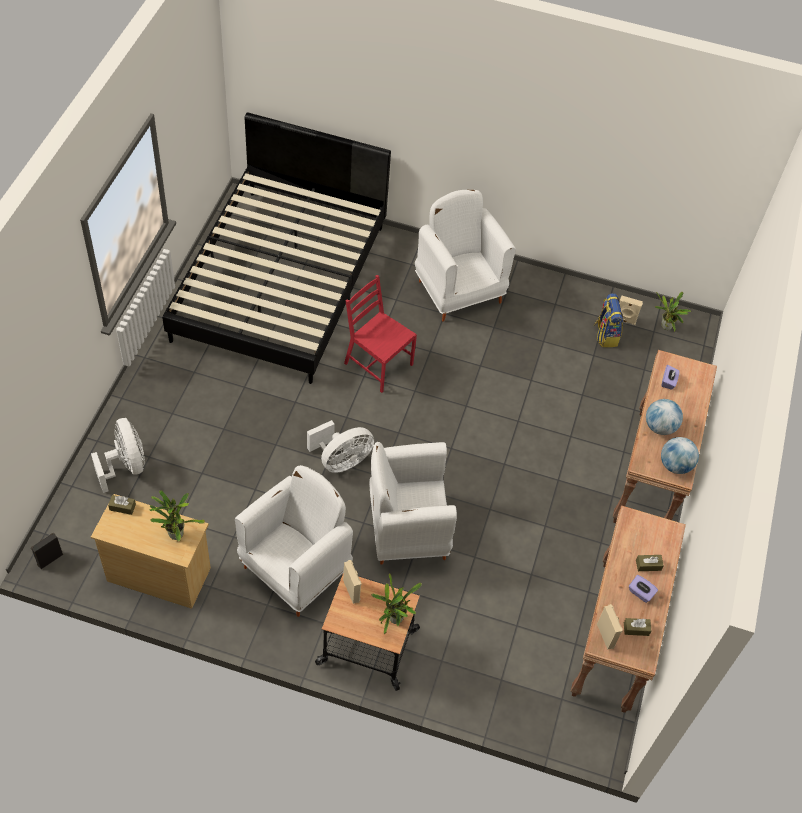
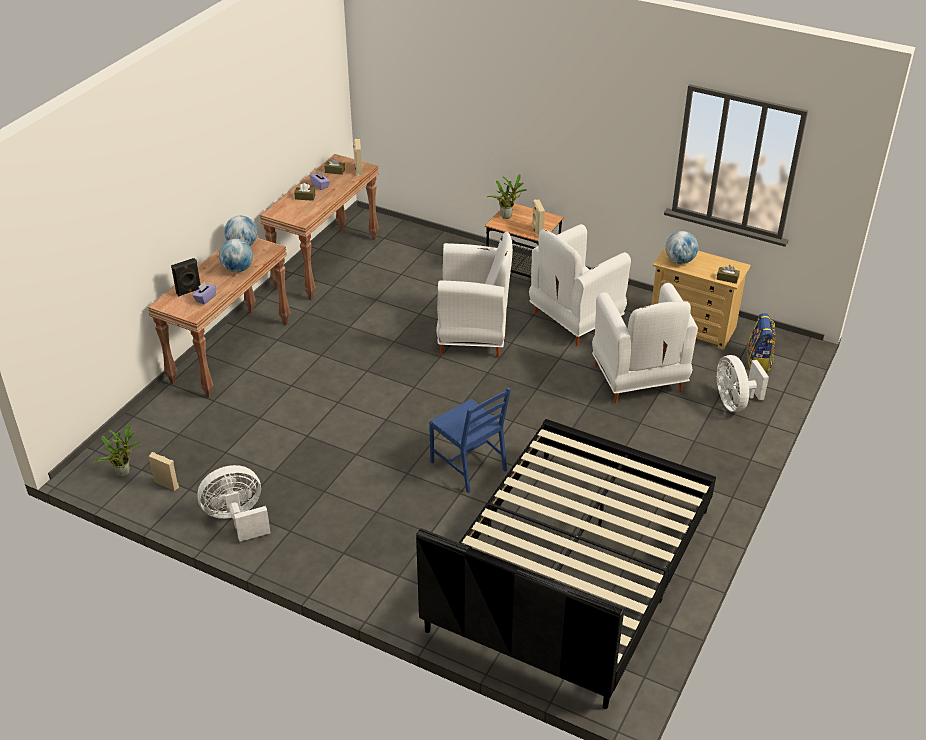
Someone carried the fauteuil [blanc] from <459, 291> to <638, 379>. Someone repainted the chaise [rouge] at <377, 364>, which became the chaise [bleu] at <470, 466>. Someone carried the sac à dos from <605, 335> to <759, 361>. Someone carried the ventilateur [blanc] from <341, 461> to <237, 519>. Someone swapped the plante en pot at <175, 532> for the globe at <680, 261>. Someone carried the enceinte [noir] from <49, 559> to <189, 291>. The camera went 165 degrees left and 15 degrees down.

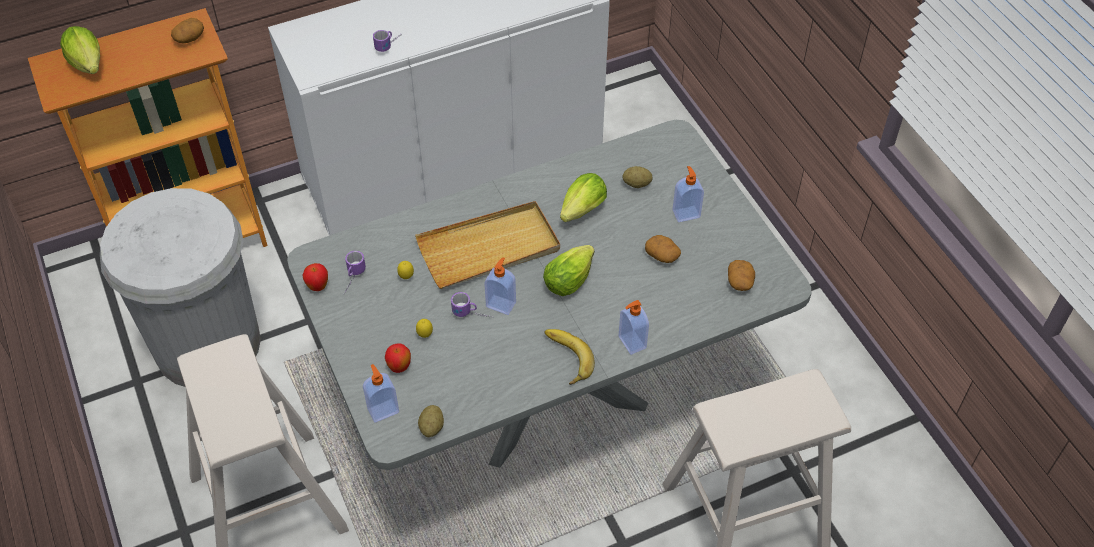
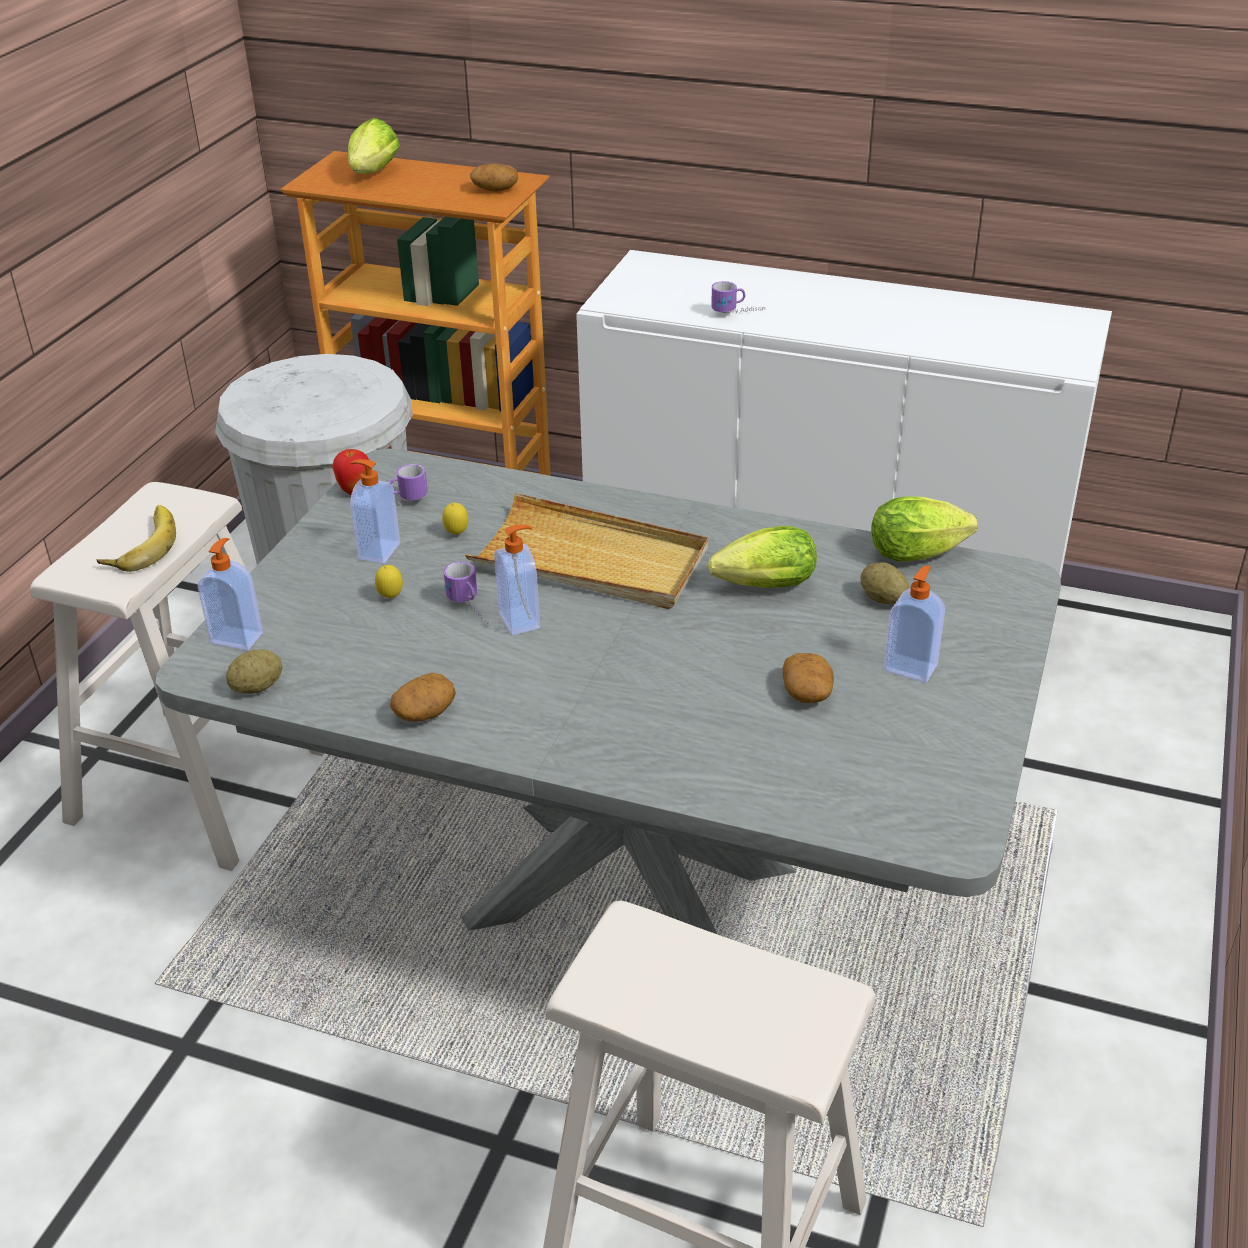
Someone carried the laitue from <571, 279> to <921, 554>. Someone carried the pomme de terre from <740, 282> to <424, 713>. Someone carried the distributeur de savon from <631, 343> to <378, 551>. Someone carried the banane from <565, 358> to <140, 545>. Someone took away the pomme at <399, 367>. The camera went 45 degrees right and 15 degrees down.

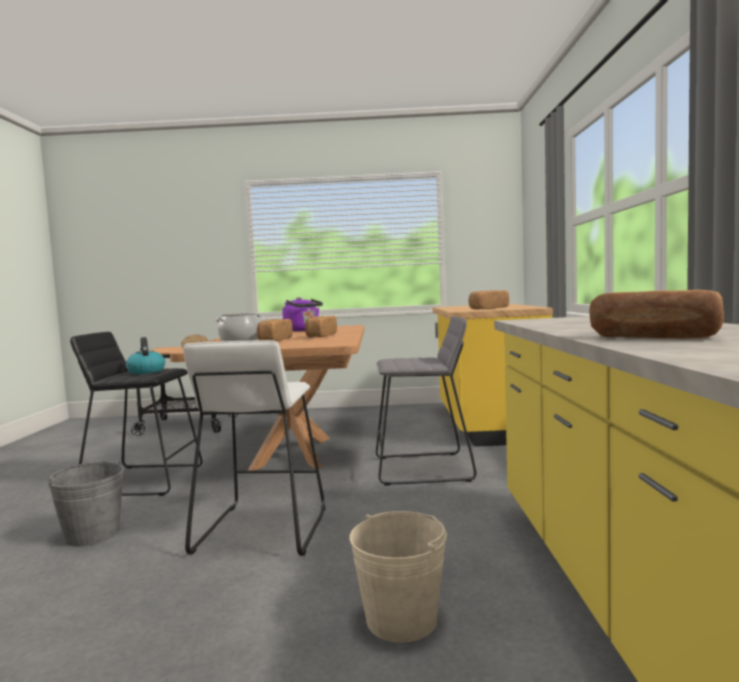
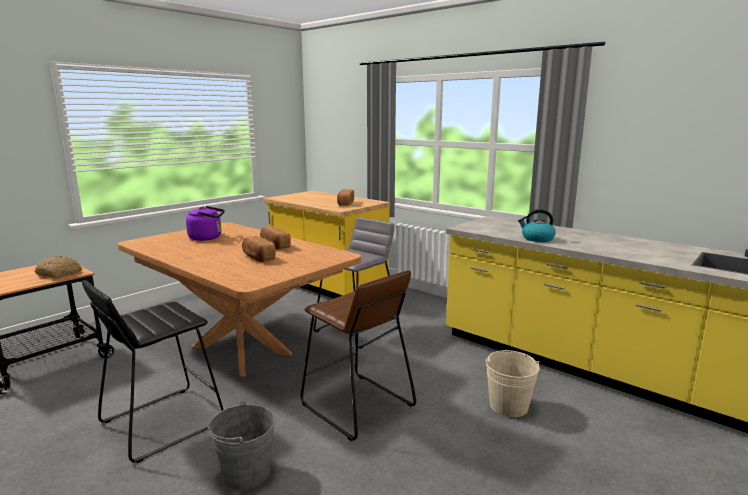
Someone took away the pain at <653, 337>. Someone took away the marmite at <240, 340>. Someone carried the bouilloire from <146, 371> to <537, 239>. Someone repainted the tabouret [blanc] at <261, 529>, which became the tabouret [marron] at <356, 405>. The camera went 50 degrees left and 10 degrees up.

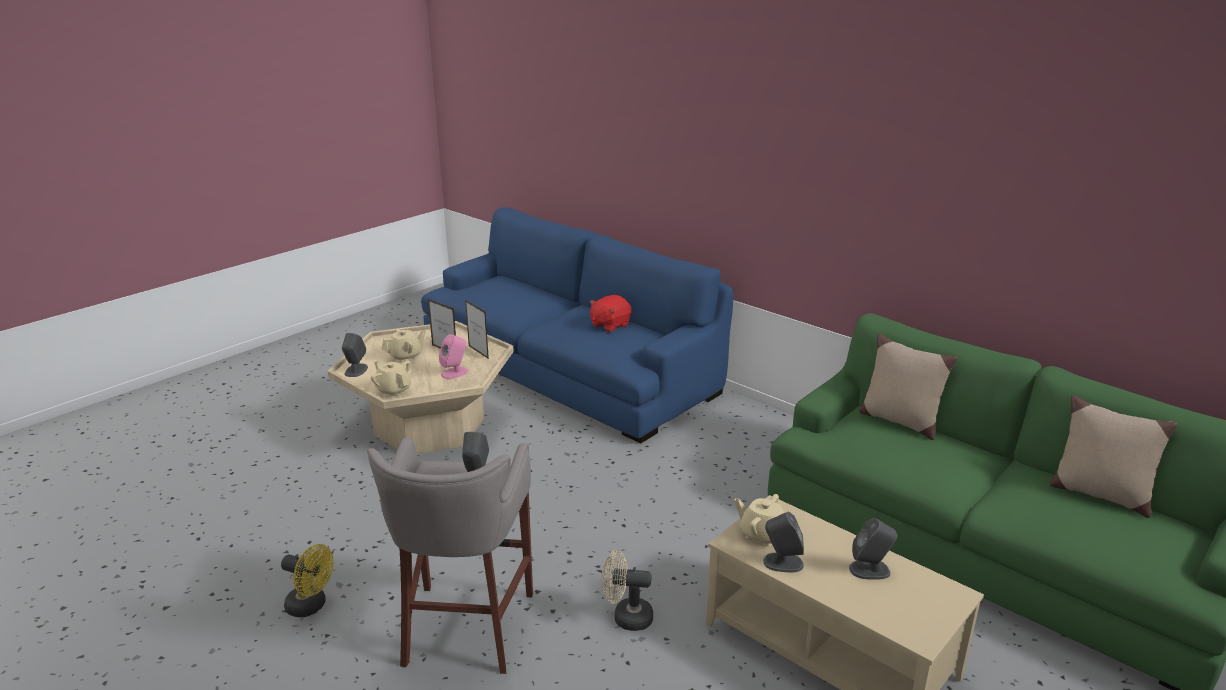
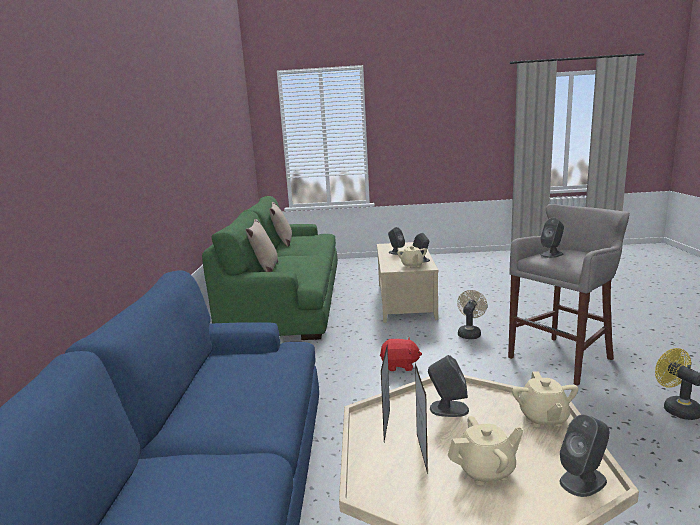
Someone carried the peluche [rouge] from <609, 325> to <400, 365>. Someone rotated the théière [beige] at <406, 356> by 150 degrees clockwise. Someone repainted the enceinte [rose] at <455, 373>, which became the enceinte [gris] at <448, 409>. Someone rotated the ventilateur [beige] at <626, 617> by 120 degrees counterclockwise. The camera went 130 degrees left and 10 degrees down.

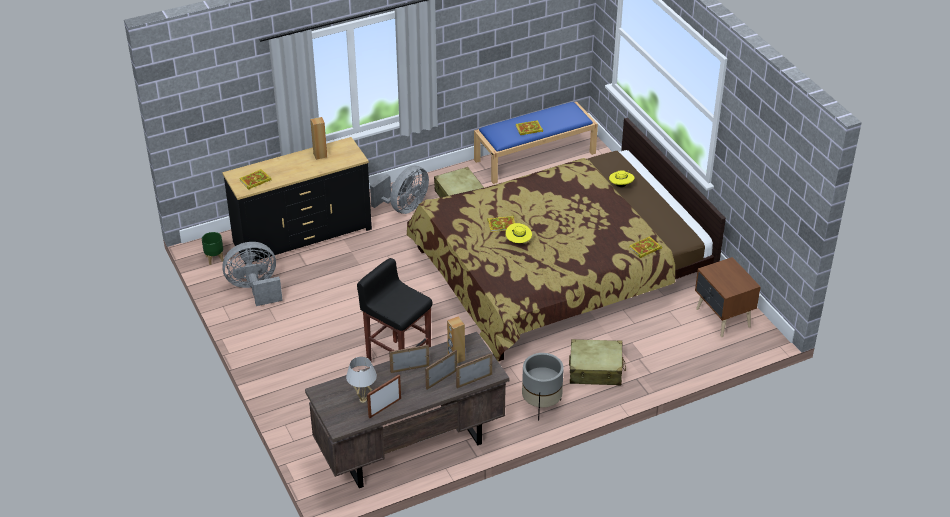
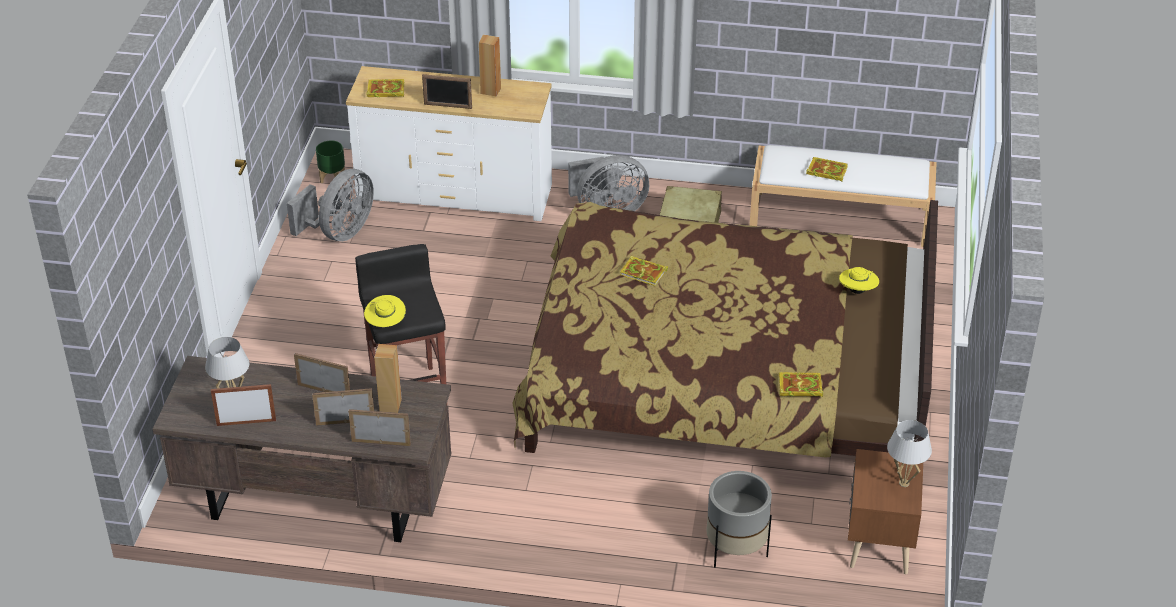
Someone repainted the banc [bleu] at <535, 156>, which became the banc [blanc] at <841, 217>. Someone repainted the commode [noir] at <302, 235>, which became the commode [blanc] at <455, 194>. Someone carried the chapeau [jaune] from <518, 241> to <385, 324>. Someone rotated the ventilateur [gris] at <255, 289> by 105 degrees clockwise. Someone took away the valise [beige] at <596, 370>. Someone carried the cache-pot [gris] from <541, 405> to <735, 550>. Someone put down the cadre photo at <448, 106>. Someone put down the lampe de table [blanc] at <904, 483>. The camera went 35 degrees right and 0 degrees up.

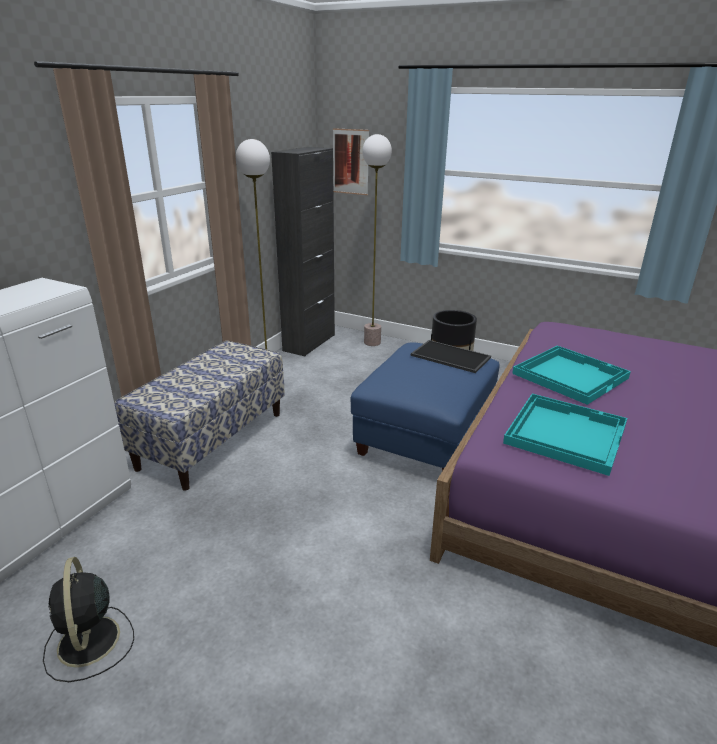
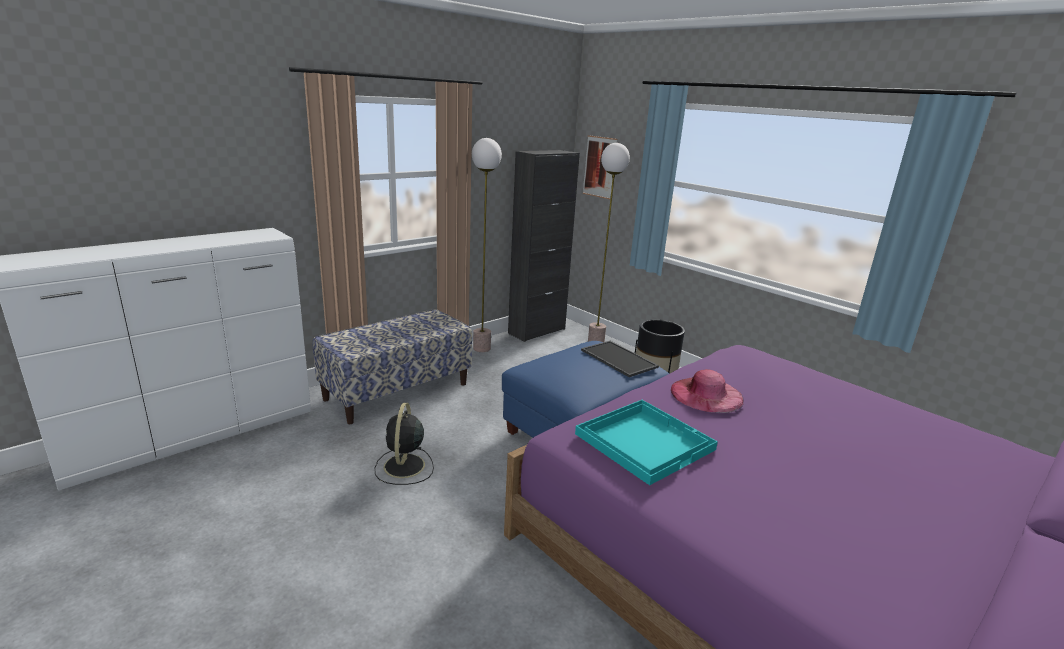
Someone swapped the plateau [turquoise] at <569, 375> for the chapeau [rose] at <706, 394>. Someone carried the ventilateur [noir] from <89, 643> to <404, 467>. The camera went 20 degrees right and 5 degrees down.

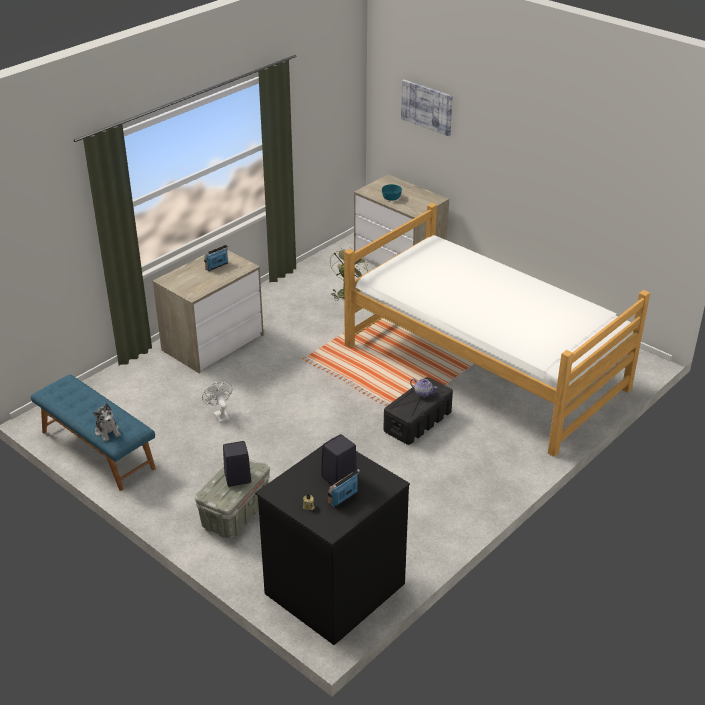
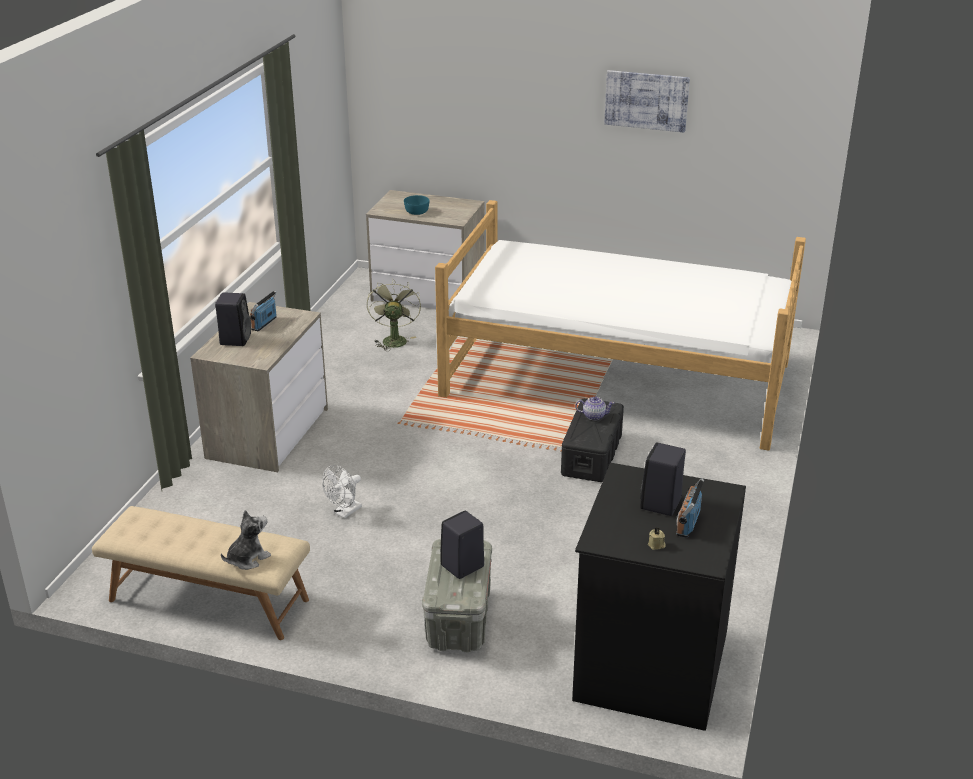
Someone carried the tableau from <427, 107> to <646, 100>. Someone repainted the banc [bleu] at <97, 450>, which became the banc [beige] at <208, 600>. Someone rotated the ventilateur [blanc] at <220, 415> by 90 degrees counterclockwise. Someone rotated the peluche at <107, 431> by 75 degrees counterclockwise. Someone put down the enceinte [noir] at <235, 339>. The camera went 25 degrees left and 5 degrees down.

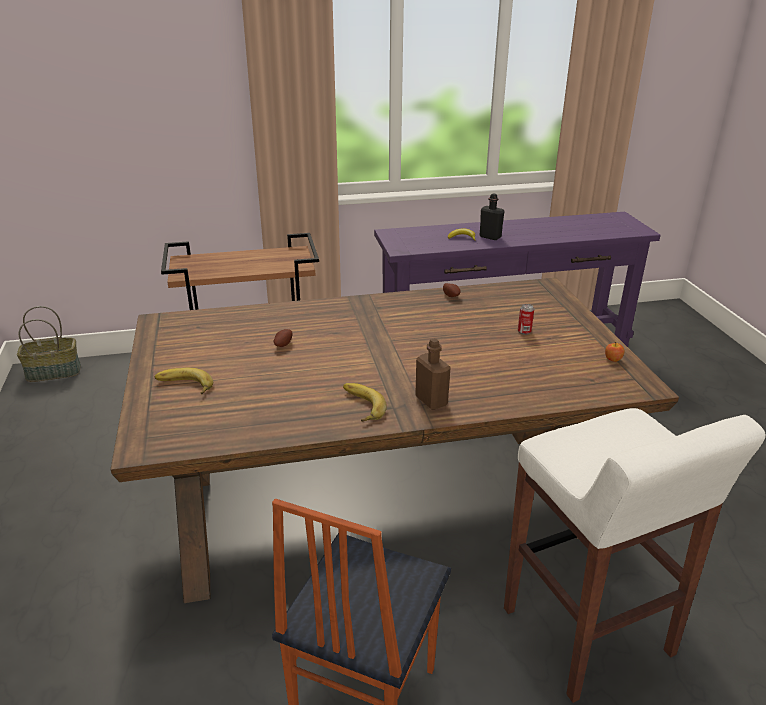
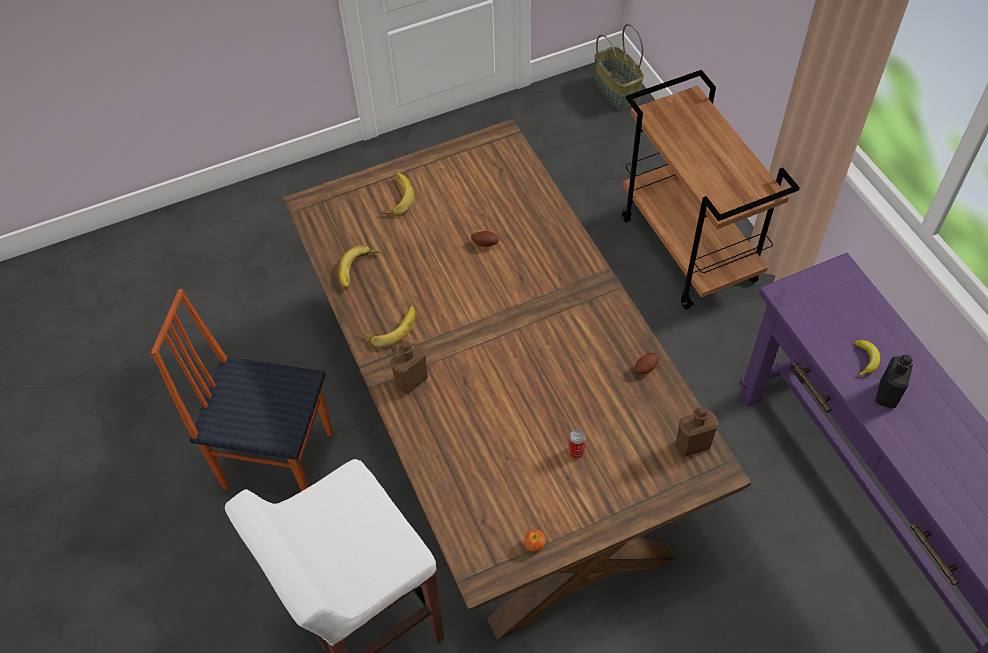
Someone put down the banane at <359, 270>. Someone put down the bouteille [marron] at <692, 445>. The camera went 80 degrees right and 25 degrees up.

